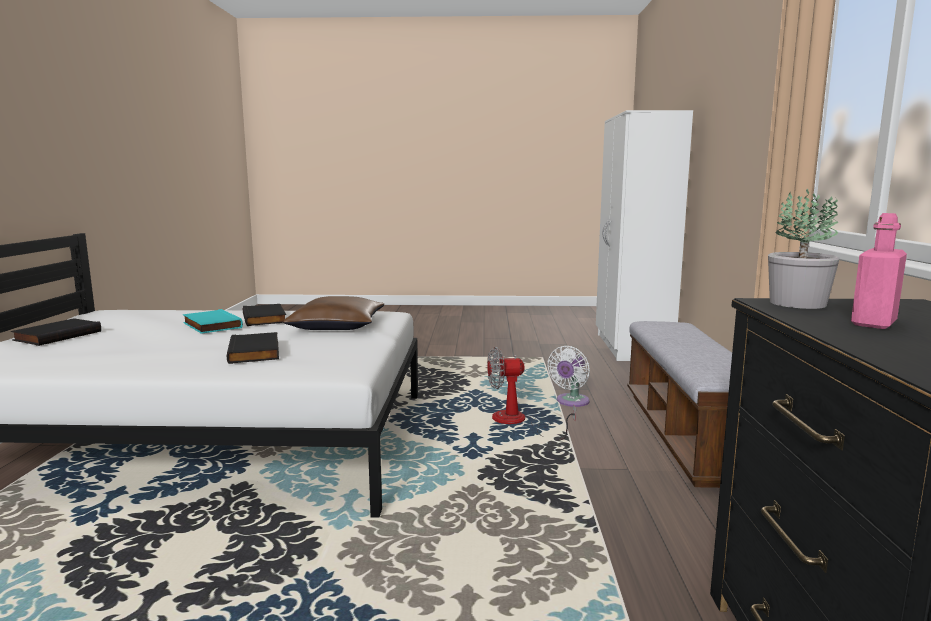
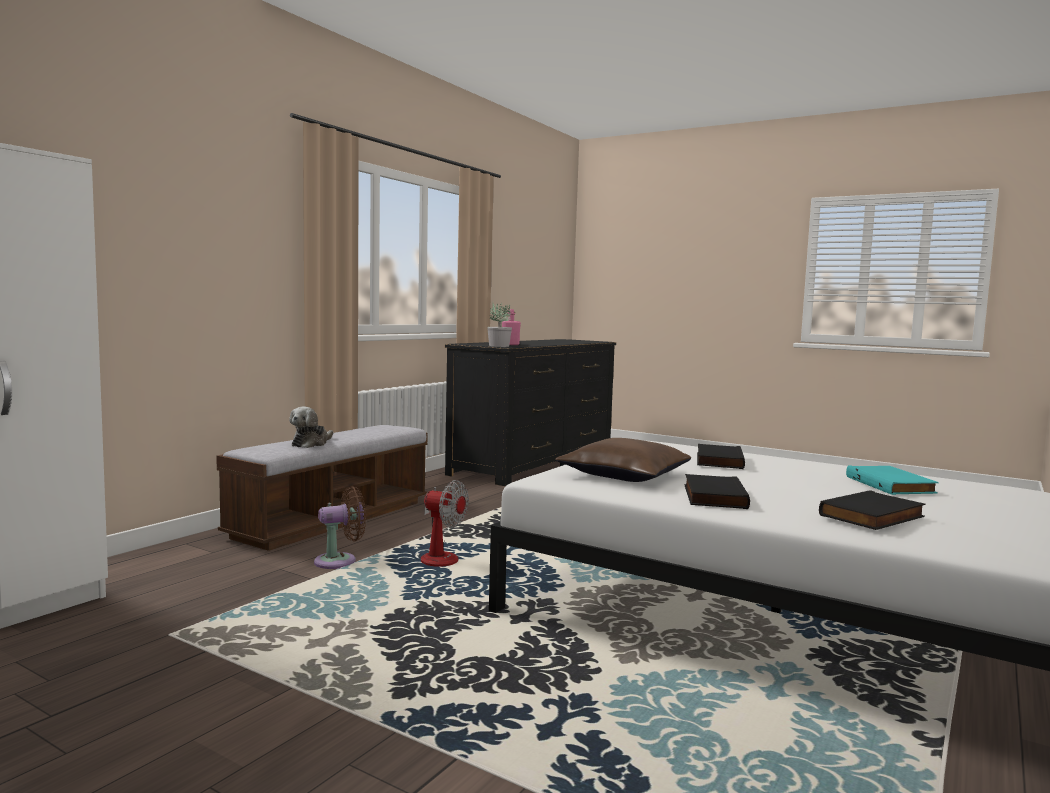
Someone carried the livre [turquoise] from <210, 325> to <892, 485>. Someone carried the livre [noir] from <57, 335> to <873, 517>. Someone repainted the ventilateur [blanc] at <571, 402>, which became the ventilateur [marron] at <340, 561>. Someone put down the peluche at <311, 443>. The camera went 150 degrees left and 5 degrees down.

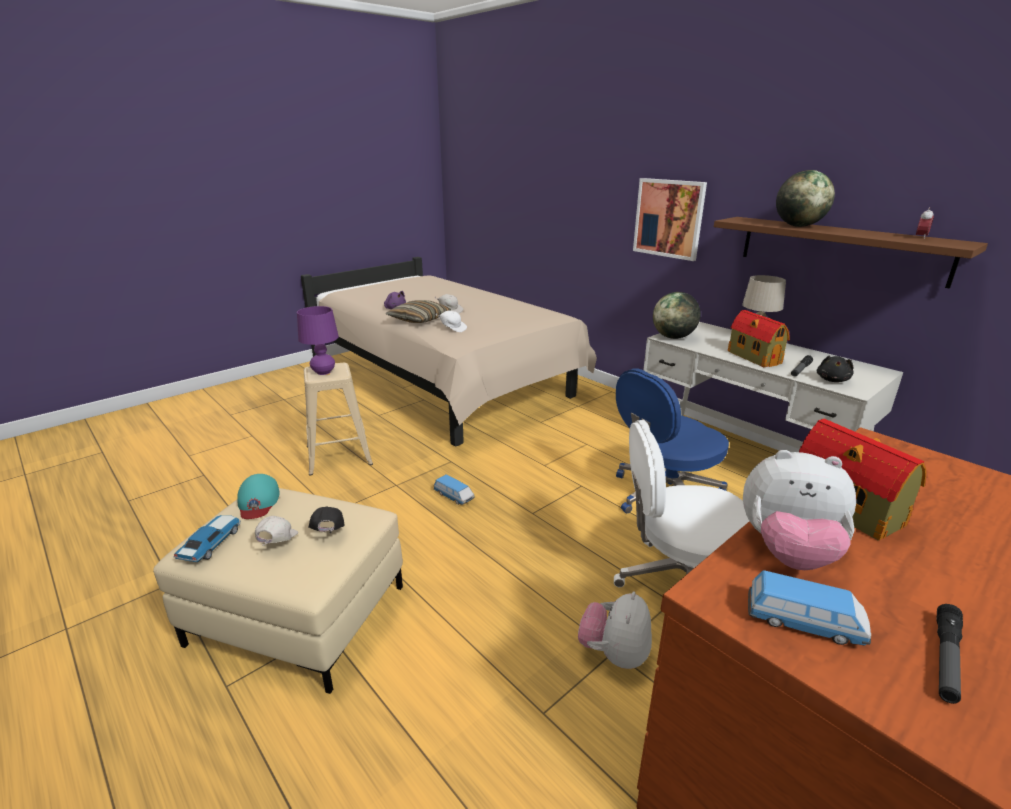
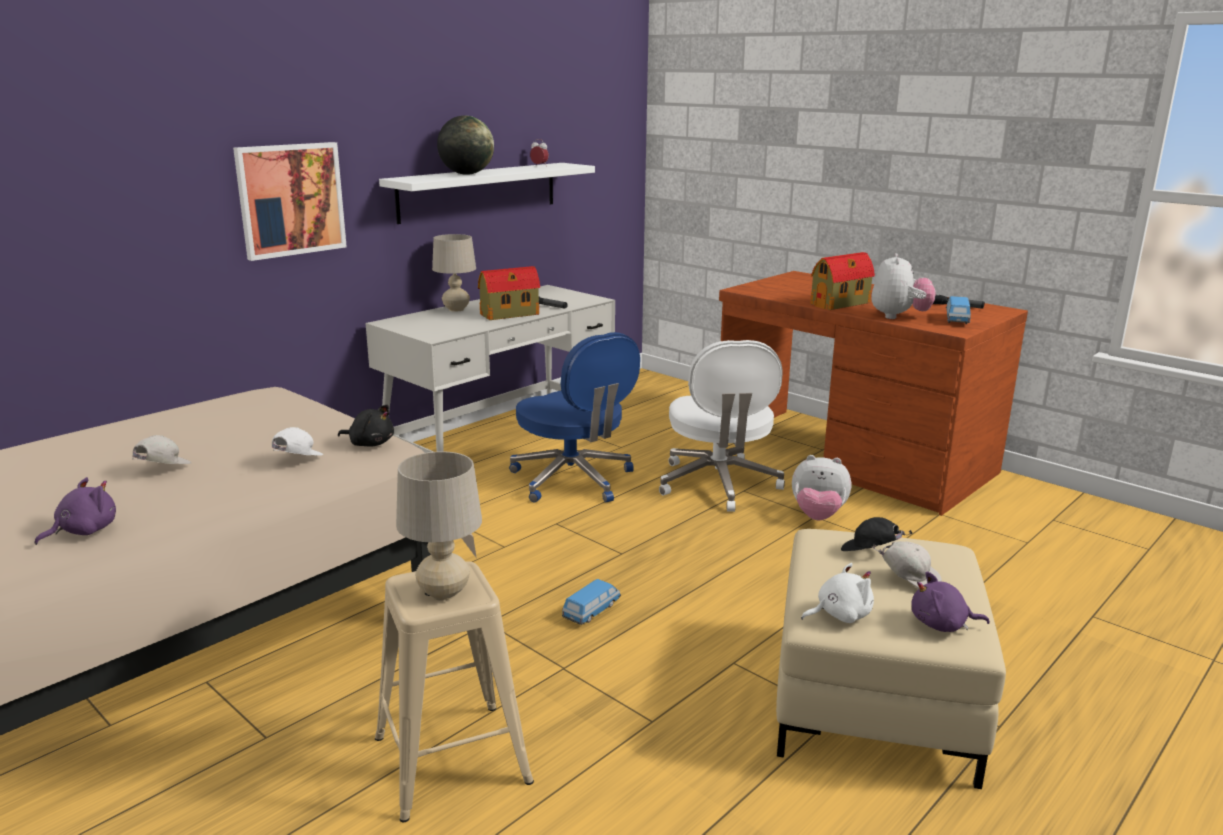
Someone repainted the étagère [marron] at <840, 249>, which became the étagère [blanc] at <479, 191>. Someone took away the globe at <673, 337>. Someone took away the coussin at <419, 319>. Someone repainted the lampe de table [violet] at <323, 372>, which became the lampe de table [beige] at <443, 593>. Someone carried the peluche [noir] from <832, 380> to <370, 443>. Someone swapped the casquette [turquoise] at <258, 501> for the peluche [blanc] at <839, 615>. Someone rotated the casquette [noir] at <328, 533> by 45 degrees clockwise. Someone swapped the petite voiture at <211, 543> for the peluche [violet] at <942, 625>. Someone rotated the casquette [blanc] at <276, 543> by 150 degrees counterclockwise. The camera went 95 degrees left and 5 degrees down.

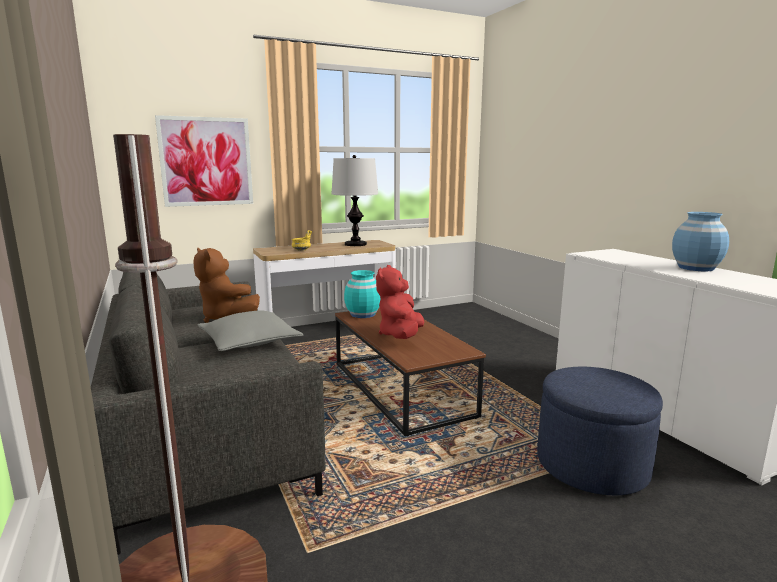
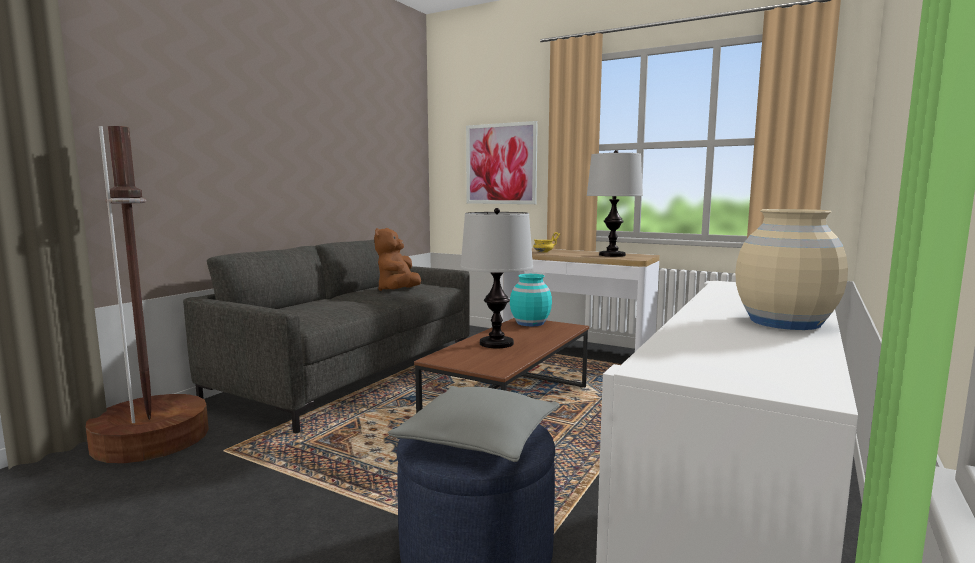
Someone repainted the vase [bleu] at <696, 268>, which became the vase [beige] at <785, 322>. Someone swapped the peluche [rouge] at <400, 335> for the lampe de table at <496, 343>. Someone carried the coussin [gris] from <249, 342> to <479, 438>. The camera went 55 degrees right and 5 degrees down.

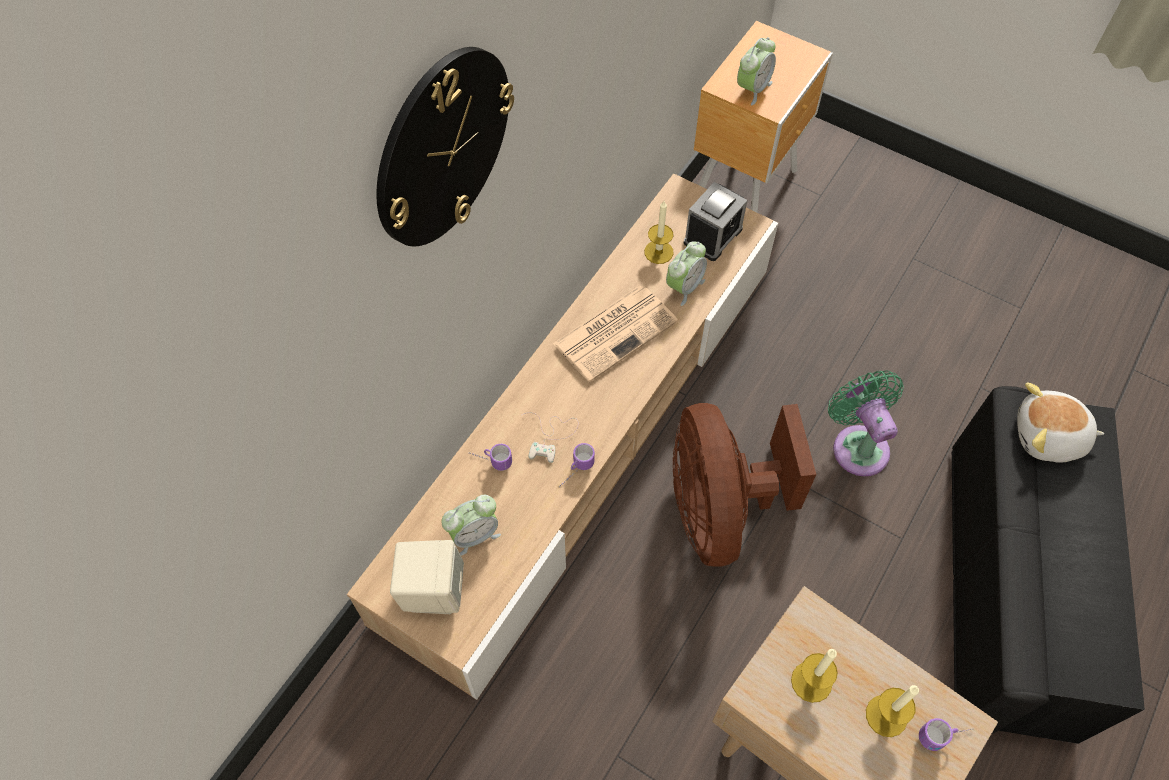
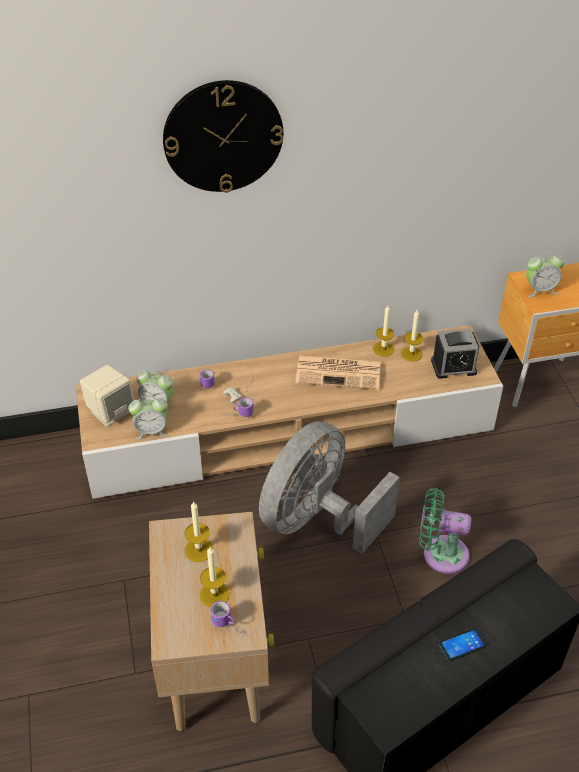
Someone carried the réveil from <684, 287> to <151, 431>. Someone rotated the ventilateur [vert] at <858, 445> by 105 degrees counterclockwise. Someone took away the peluche at <1048, 437>. Someone repainted the ventilateur [marron] at <720, 509>, which became the ventilateur [gris] at <317, 520>. Someone put down the bougie at <383, 349>. Someone put down the téléphone at <462, 645>. The camera went 45 degrees right and 15 degrees down.

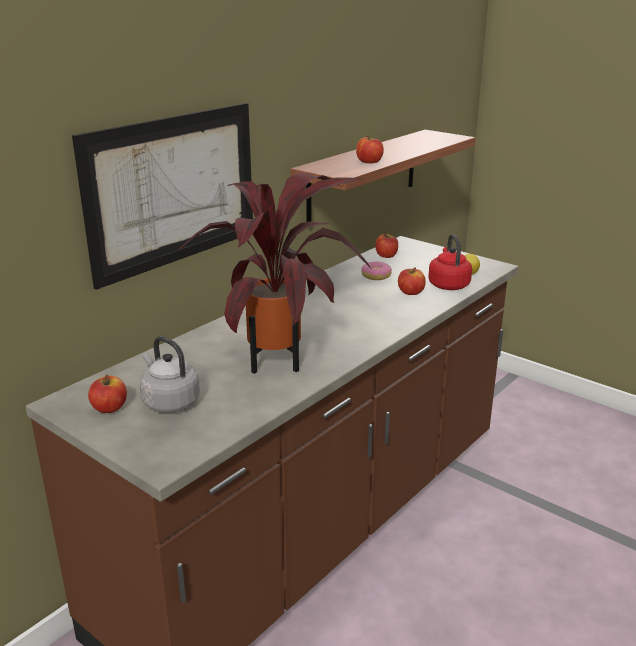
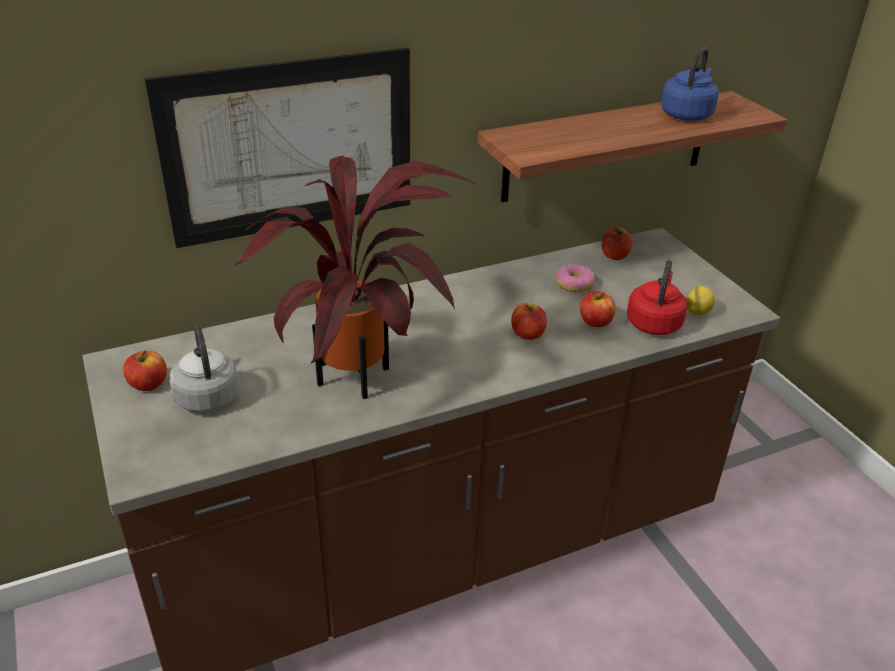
Someone carried the pomme from <369, 162> to <528, 334>. Someone put down the bouilloire [bleu] at <687, 114>. The camera went 25 degrees right and 10 degrees up.

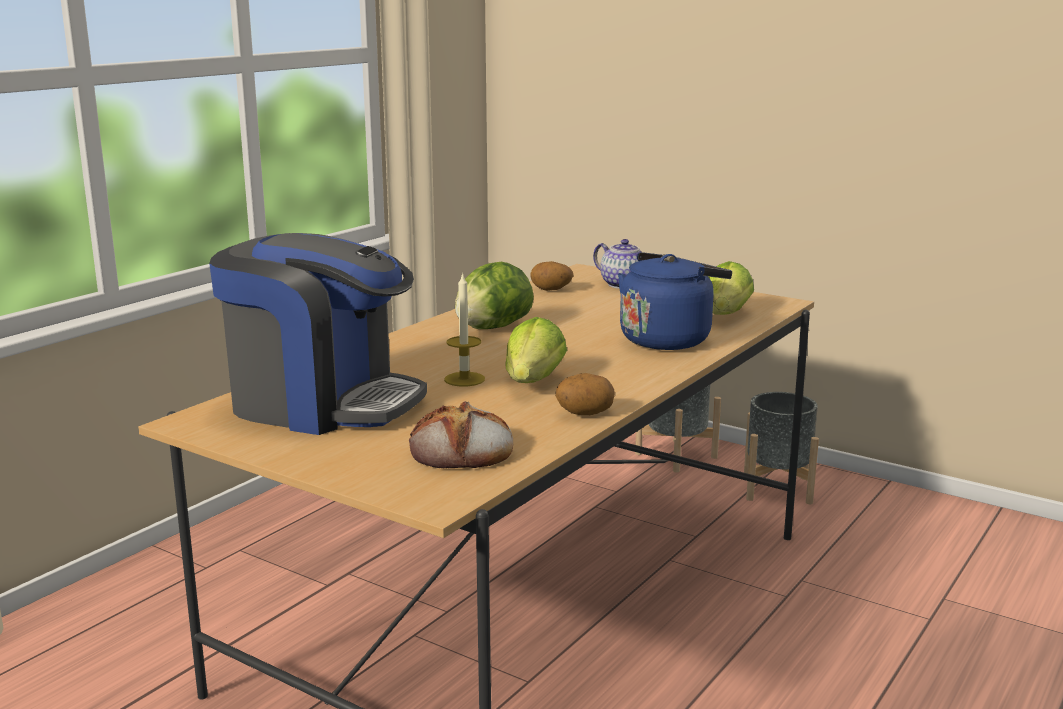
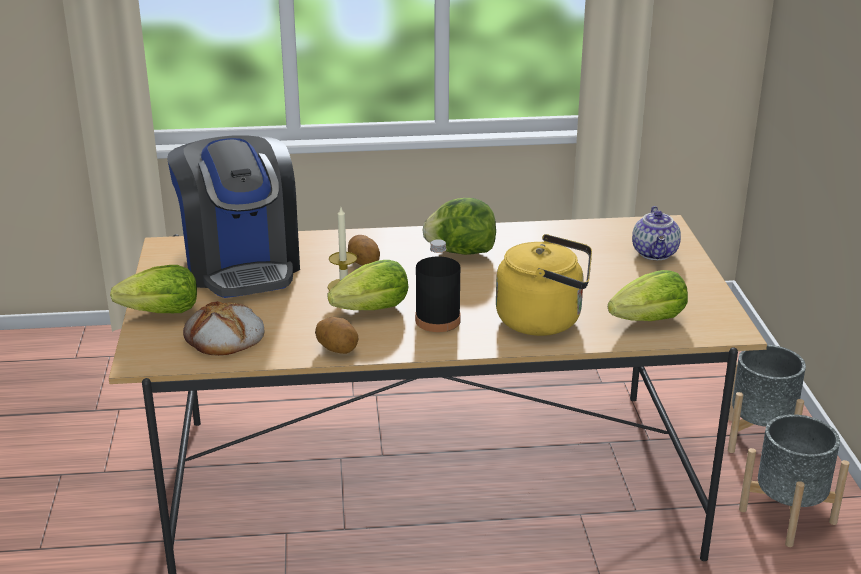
Someone repainted the bouilloire [bleu] at <668, 339>, which became the bouilloire [jaune] at <544, 320>. Someone carried the pomme de terre from <551, 290> to <363, 264>. Someone put down the bouteille [noir] at <437, 320>. Someone put down the laitue at <162, 313>. The camera went 50 degrees right and 10 degrees up.

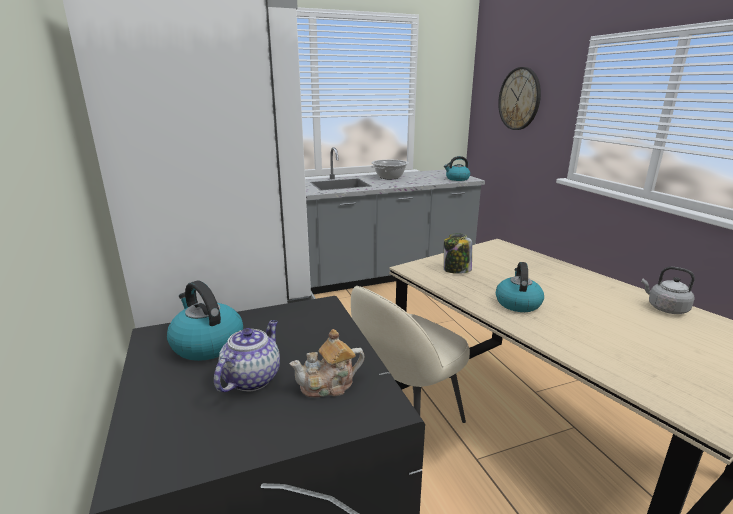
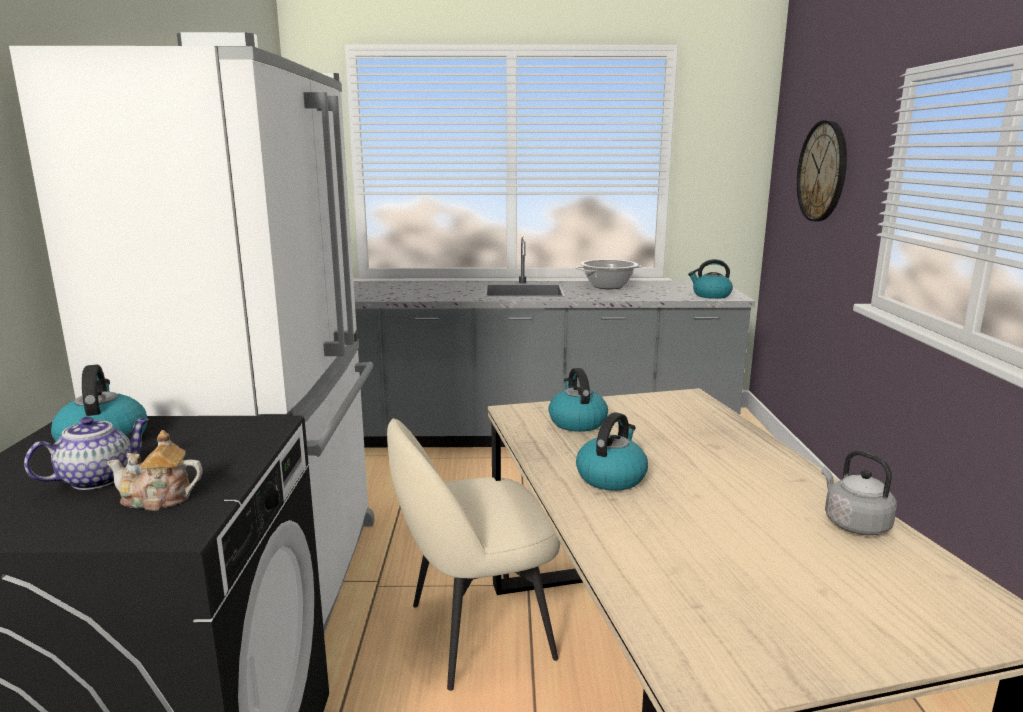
Someone swapped the bocal at <456, 270> for the bouilloire at <577, 422>. The camera went 20 degrees right and 5 degrees down.

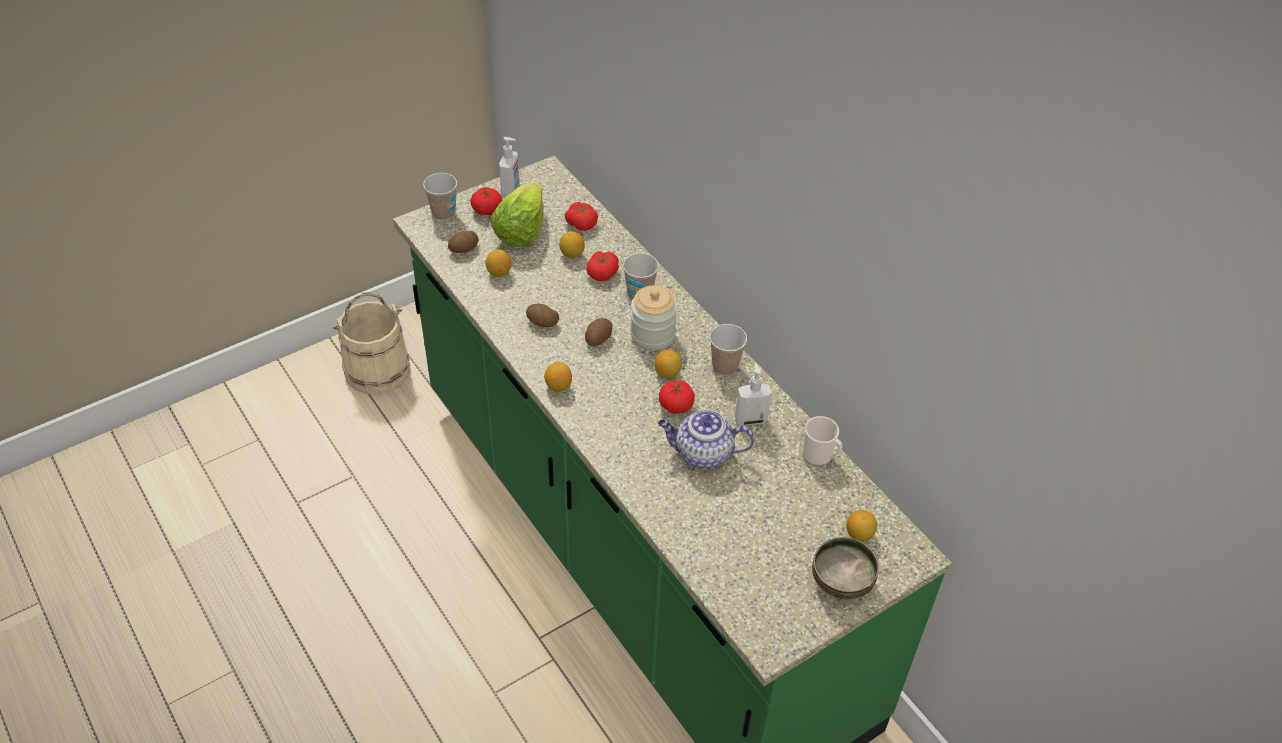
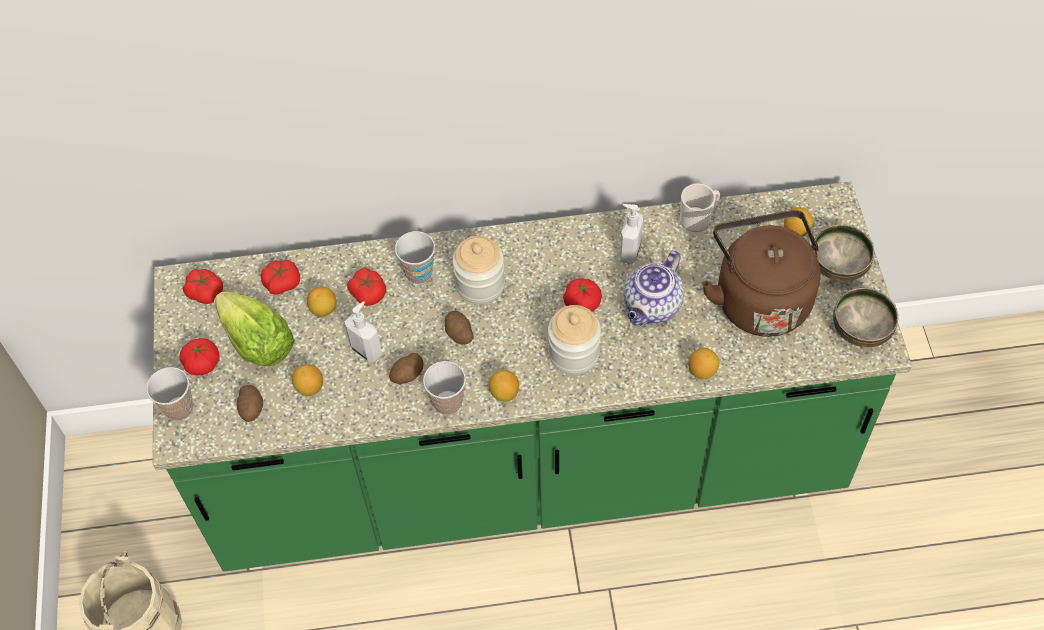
Someone carried the distributeur de savon from <511, 188> to <367, 350>. Someone carried the tasse from <725, 366> to <447, 403>. Someone carried the citron from <667, 373> to <702, 371>. Someone put down the bouilloire [marron] at <759, 297>. Someone put down the tomate at <205, 292>. Someone put down the bol at <861, 329>. Someone put down the bocal at <573, 353>. The camera went 60 degrees left and 10 degrees up.

